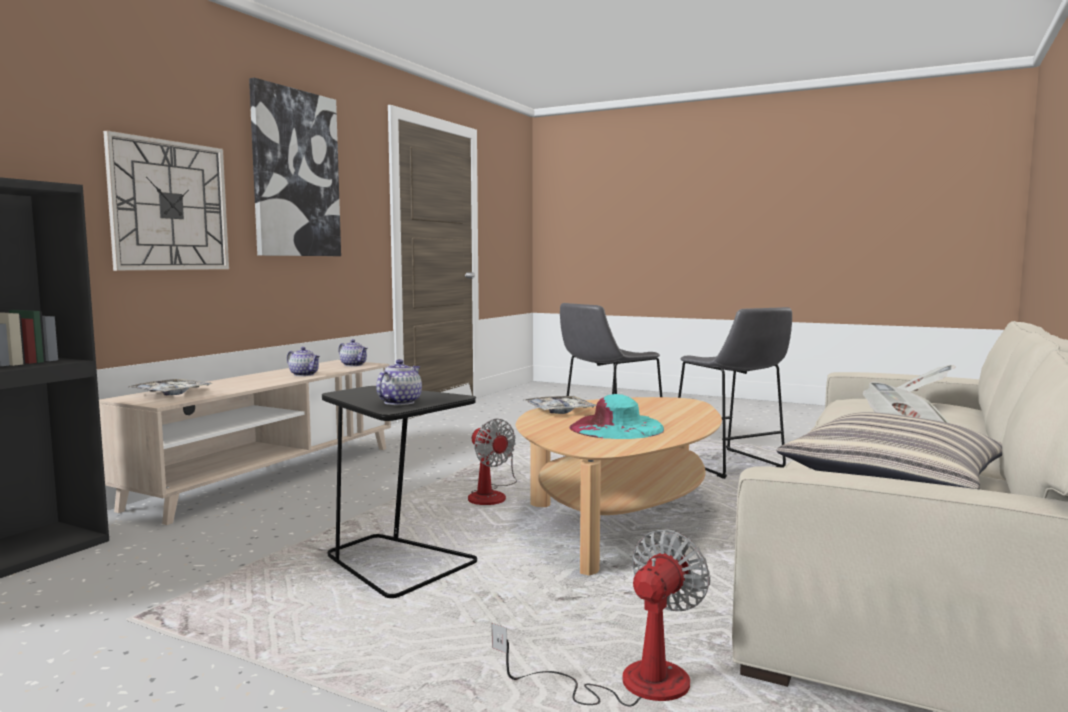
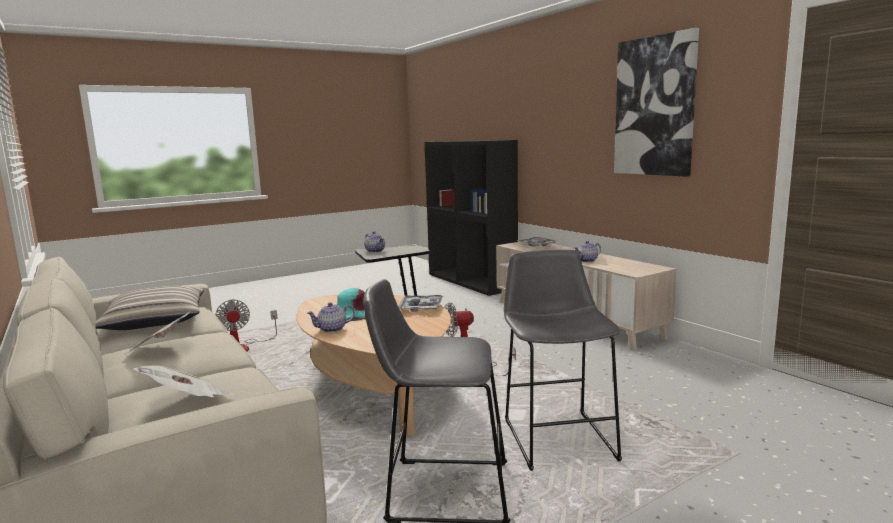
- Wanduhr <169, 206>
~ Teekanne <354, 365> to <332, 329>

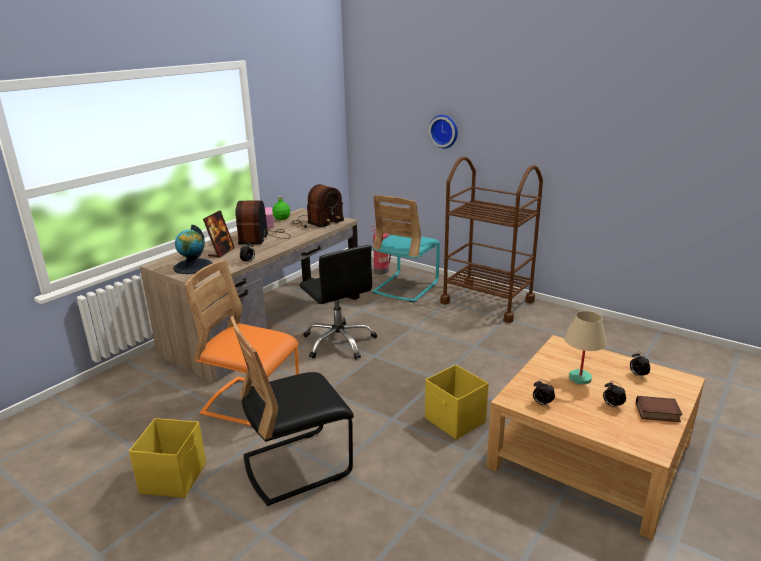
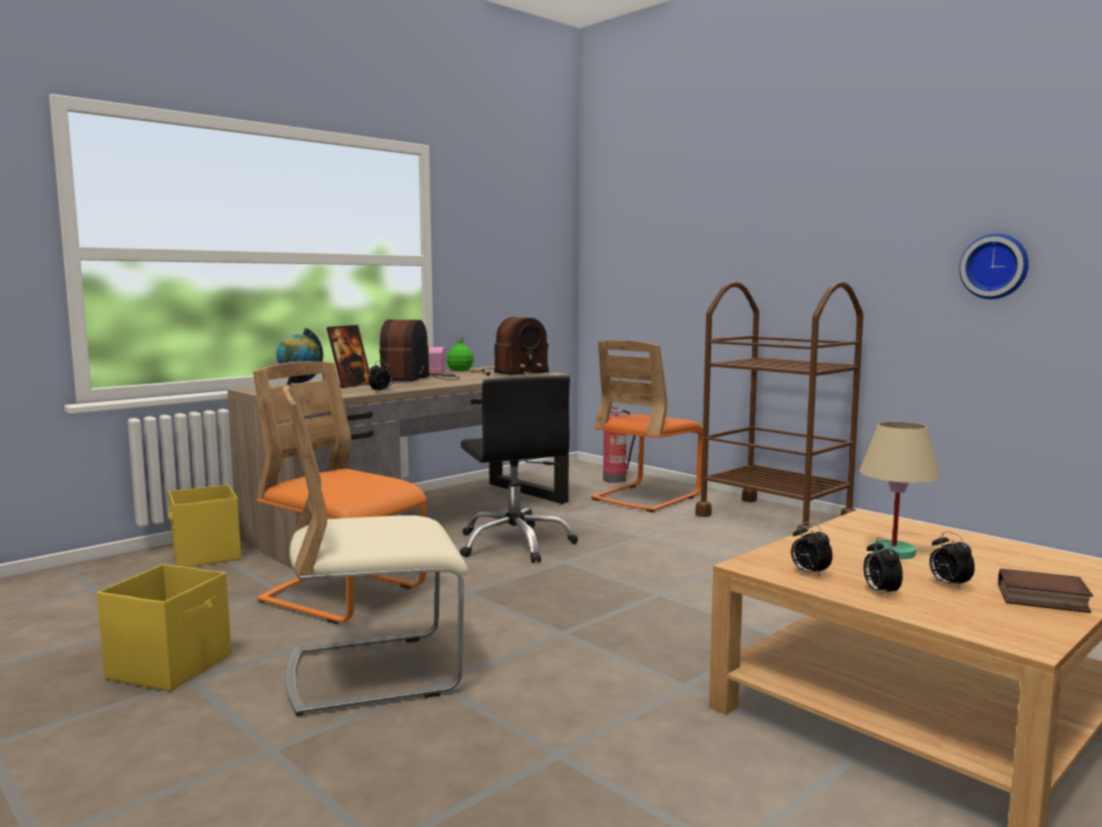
~ Stuhl [schwarz] <297, 465> to Stuhl [beige] <374, 672>
~ Stuhl [türkis] <405, 287> to Stuhl [orange] <646, 497>
~ Aufbewahrungsbox [gelb] <455, 421> to <206, 556>
~ Wanduhr <444, 131> to <995, 266>
~ Wecker <637, 375> to <880, 592>

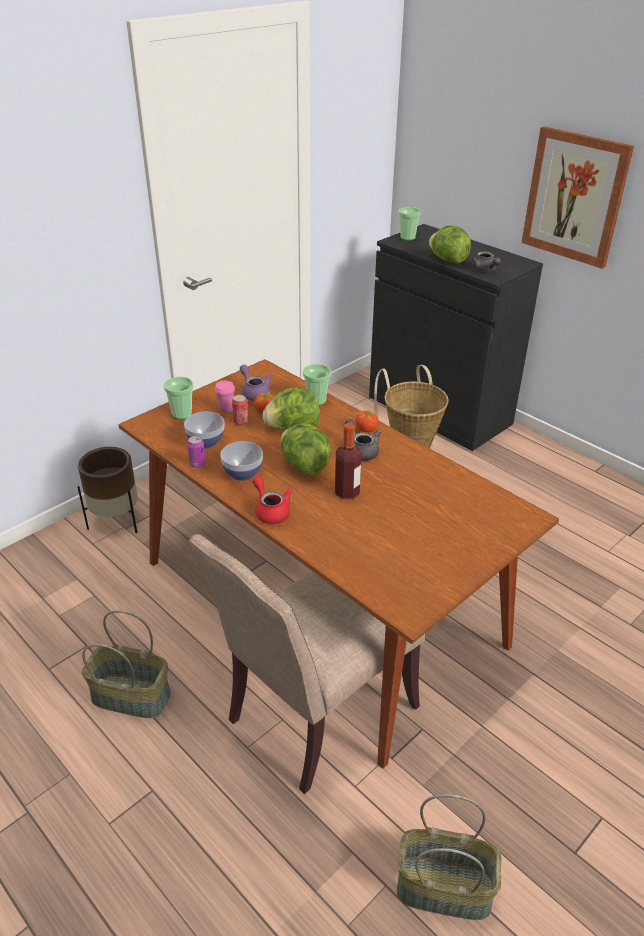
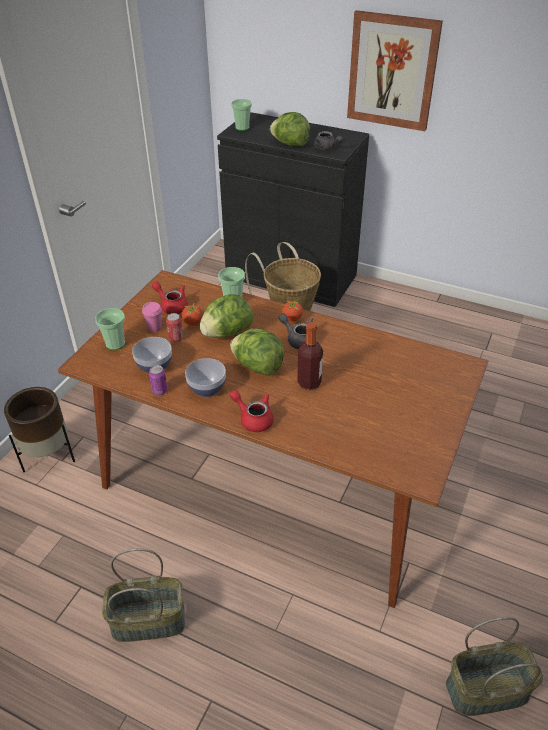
- Stuhl [beige] <314, 715>
~ Teekanne [lila] <254, 392> to Teekanne [rot] <172, 306>

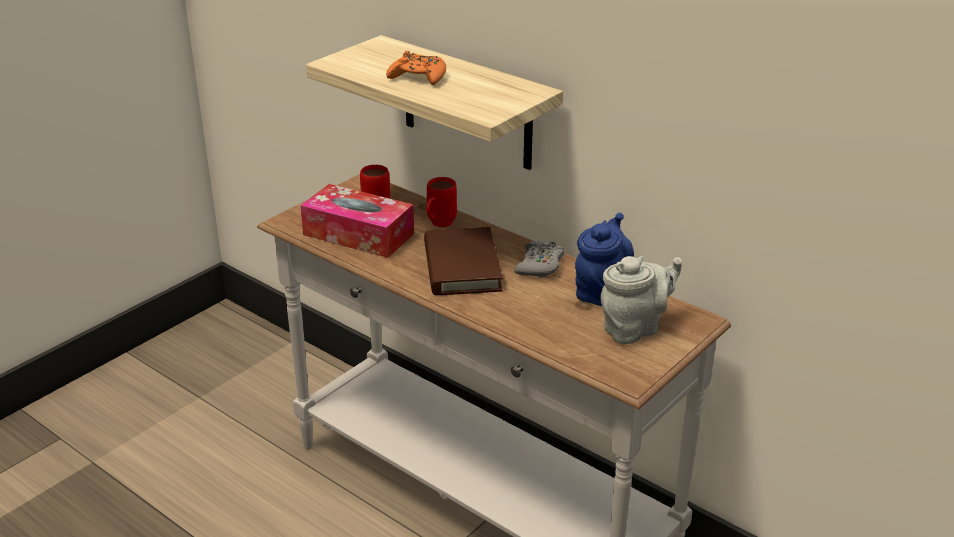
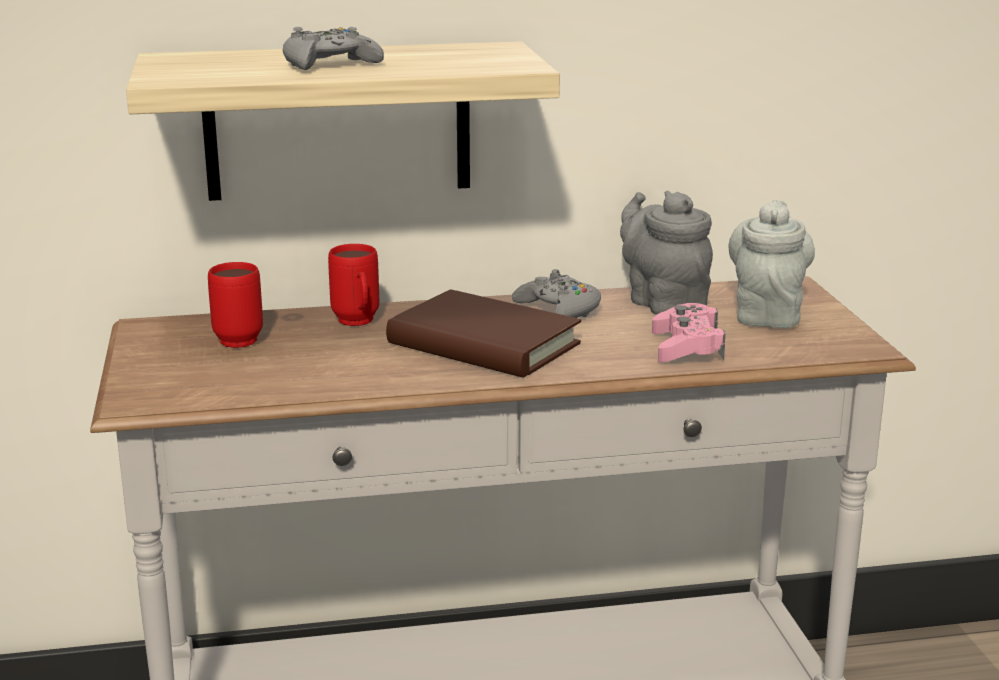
- Taschentuchbox <358, 234>
~ Gamepad [orange] <418, 77> to Gamepad [grau] <330, 64>
~ Teekanne [blau] <600, 290> to Teekanne [grau] <663, 302>
+ Gamepad [rosa] <687, 347>

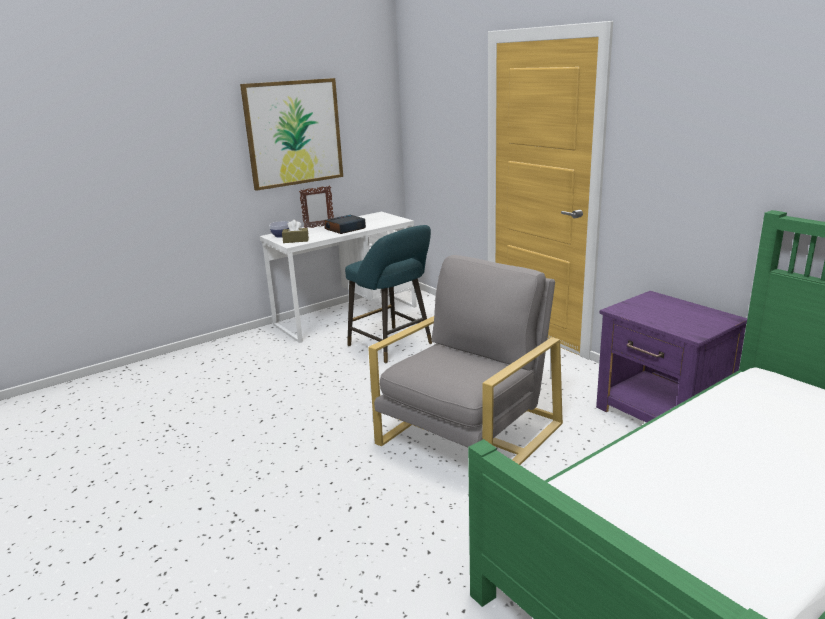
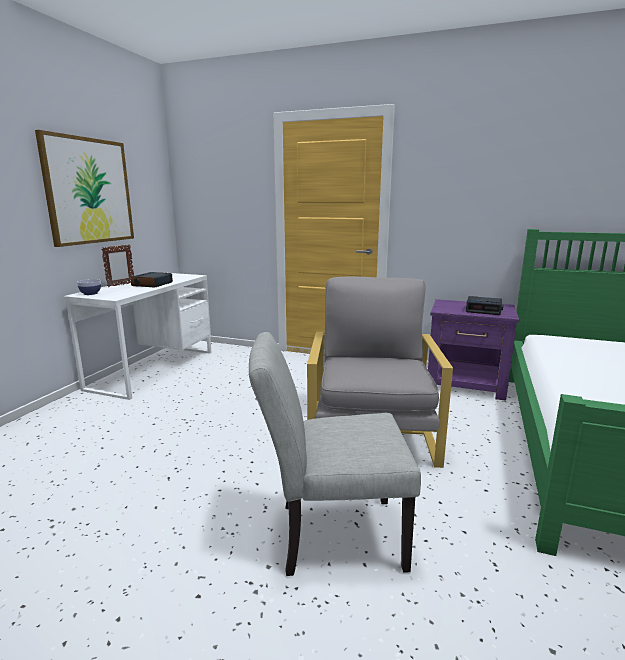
- Taschentuchbox [braun] <296, 240>
- Hocker [türkis] <393, 346>
+ Stuhl [grau] <329, 535>
+ Wecker <483, 310>

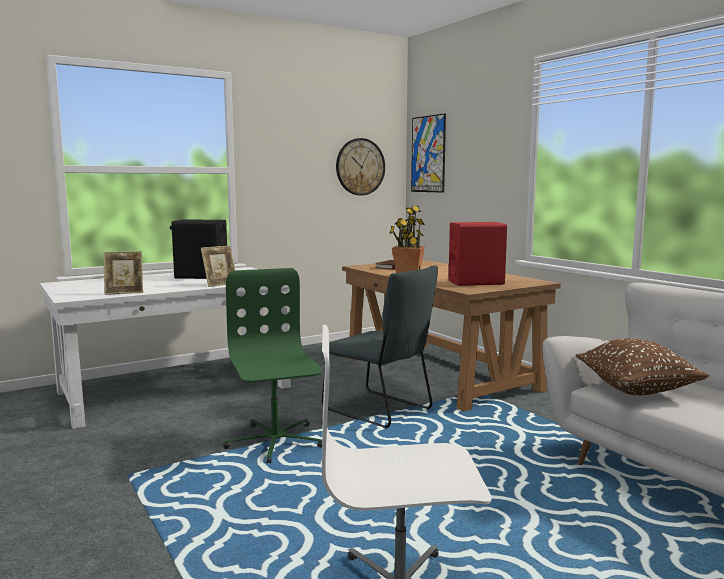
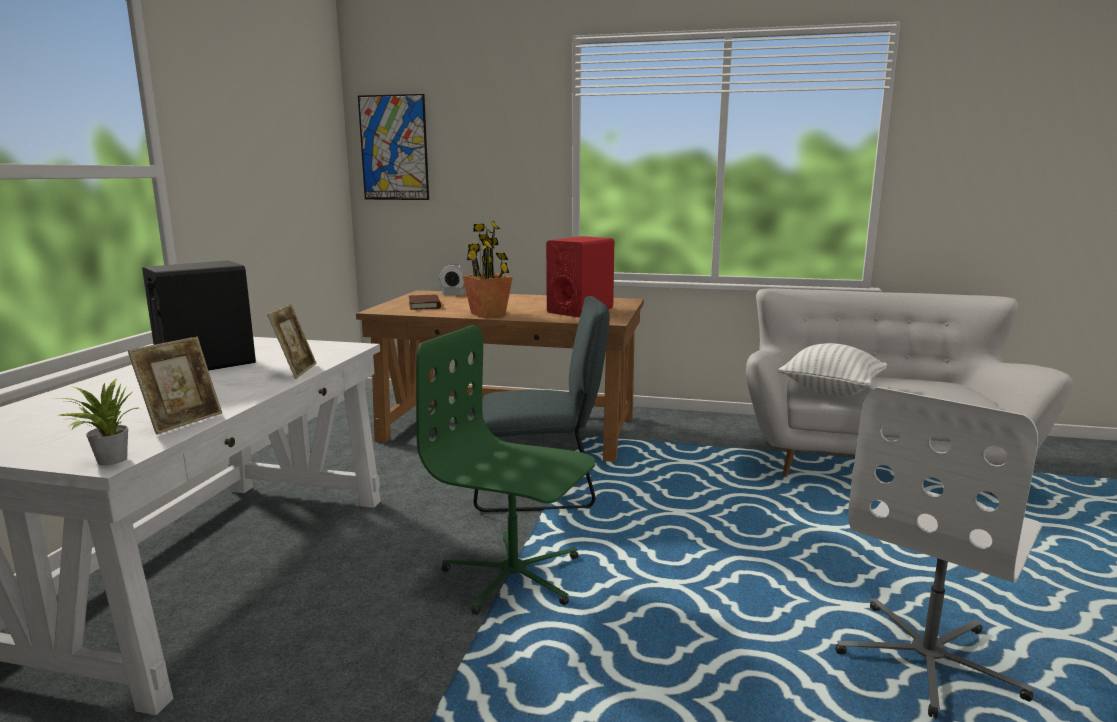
- Wanduhr <360, 167>
~ Kissen [braun] <636, 390> to Kissen [weiß] <831, 391>
+ Topfpflanze <108, 460>
+ Wecker <454, 294>

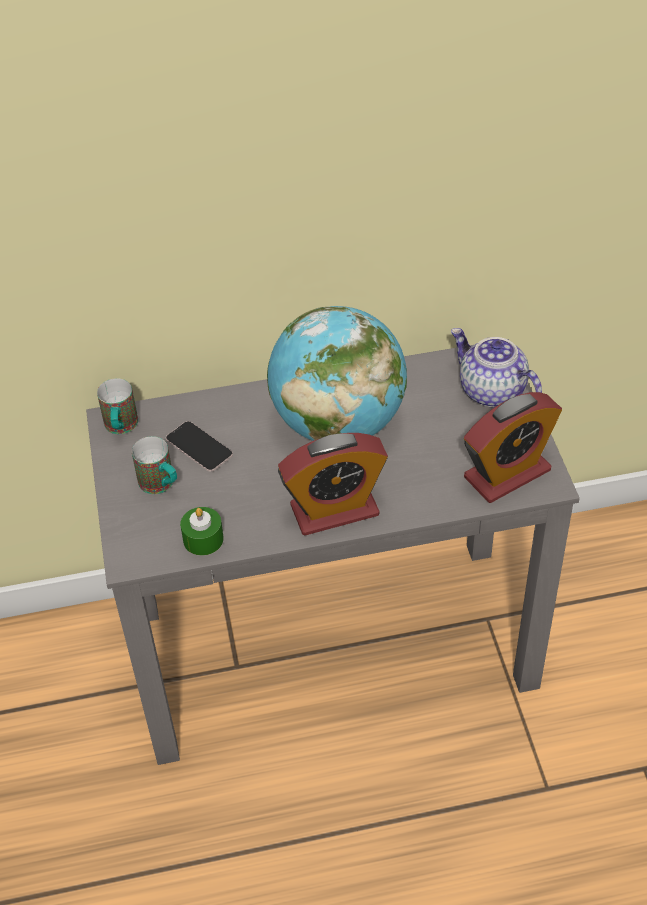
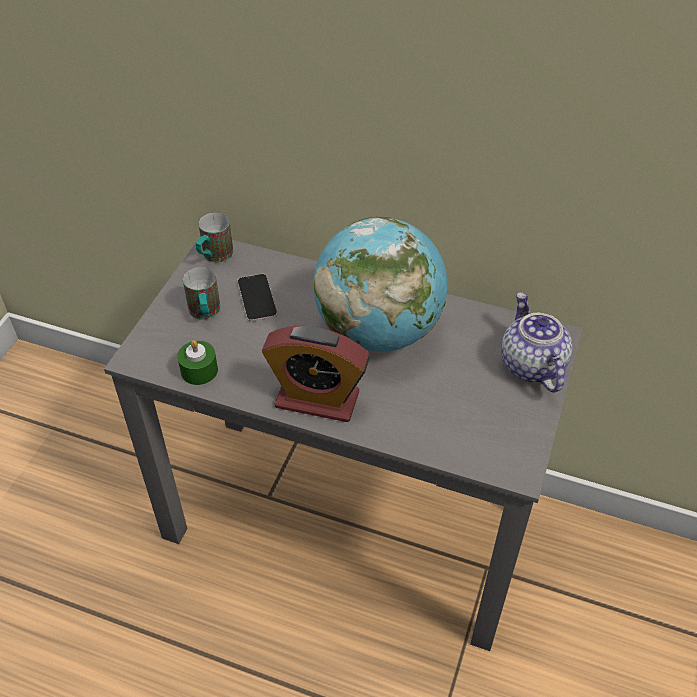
- Wecker <507, 474>

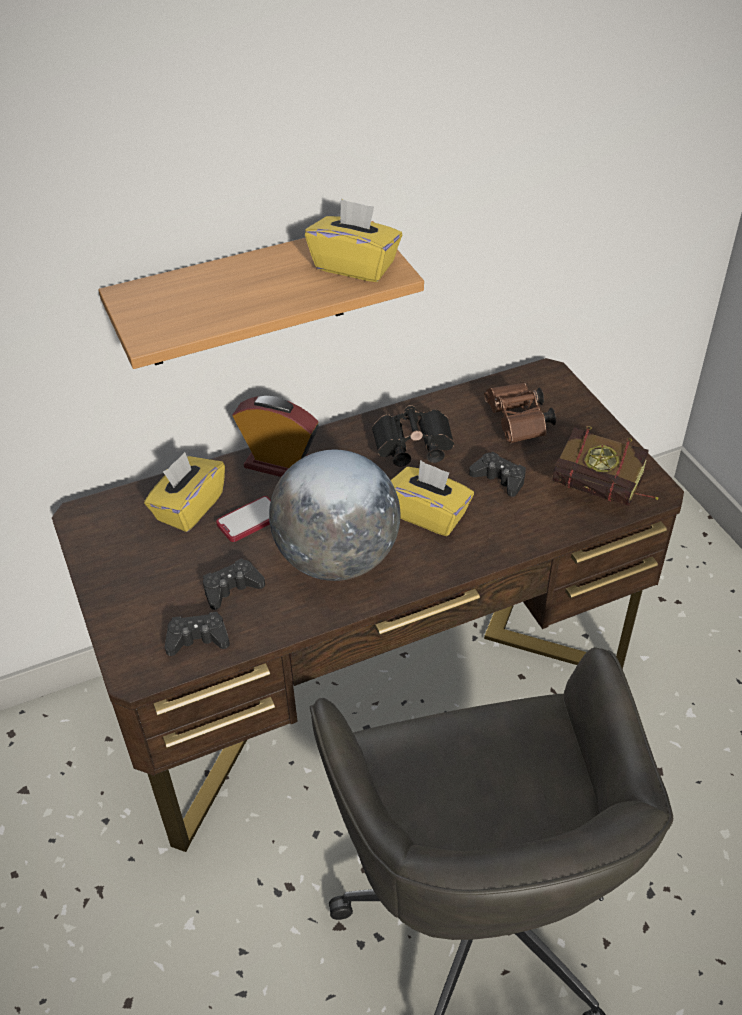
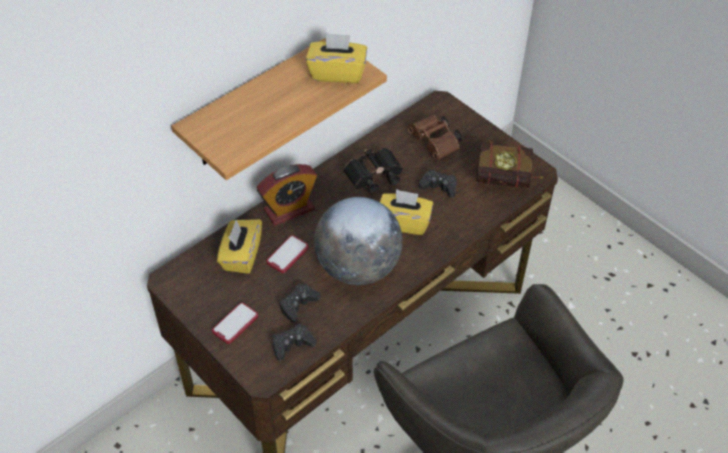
~ Wecker <280, 464> = <289, 209> 150 degrees clockwise
+ Handy <235, 324>

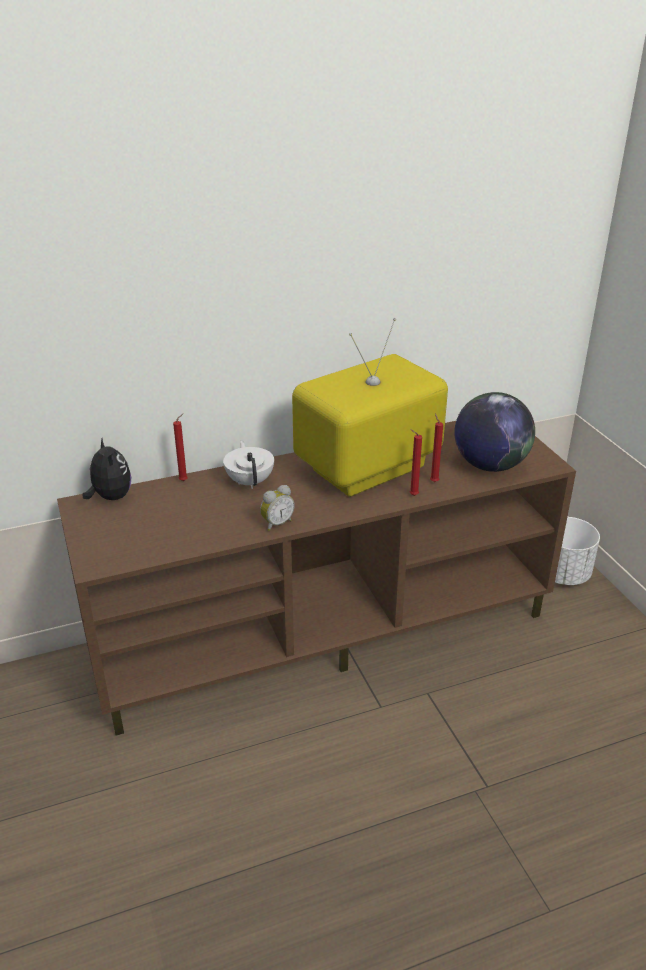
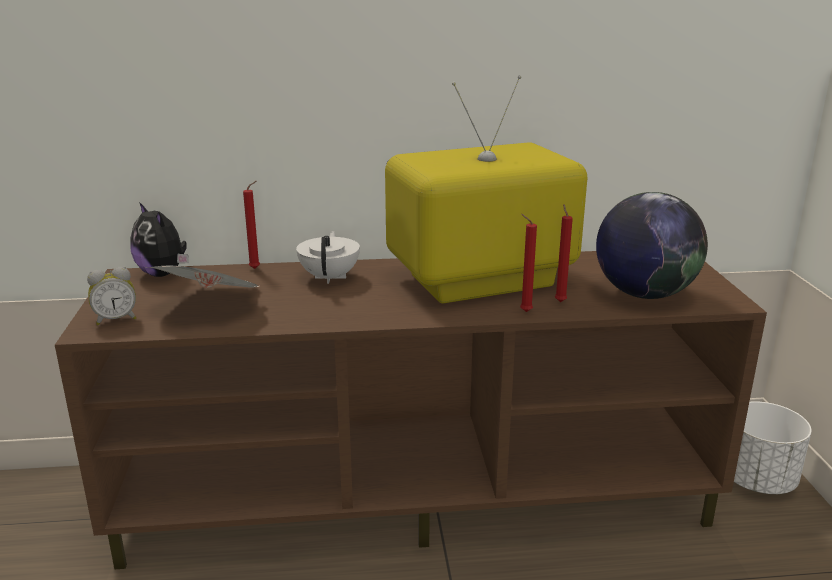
~ Plüschtier <110, 497> = <163, 274> 150 degrees clockwise
~ Wecker <276, 523> to <116, 319>
+ Zeitung <213, 305>

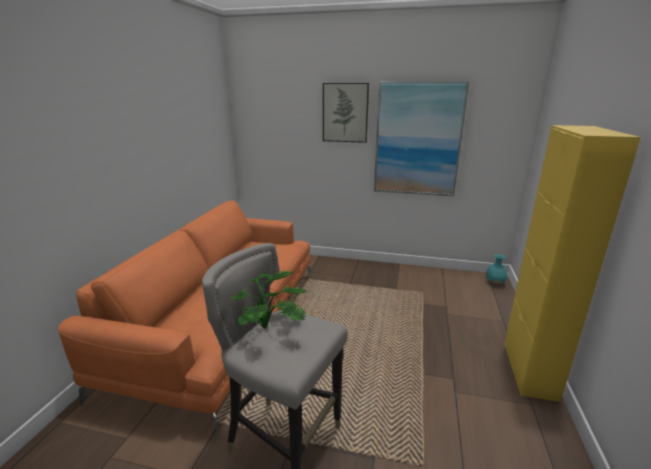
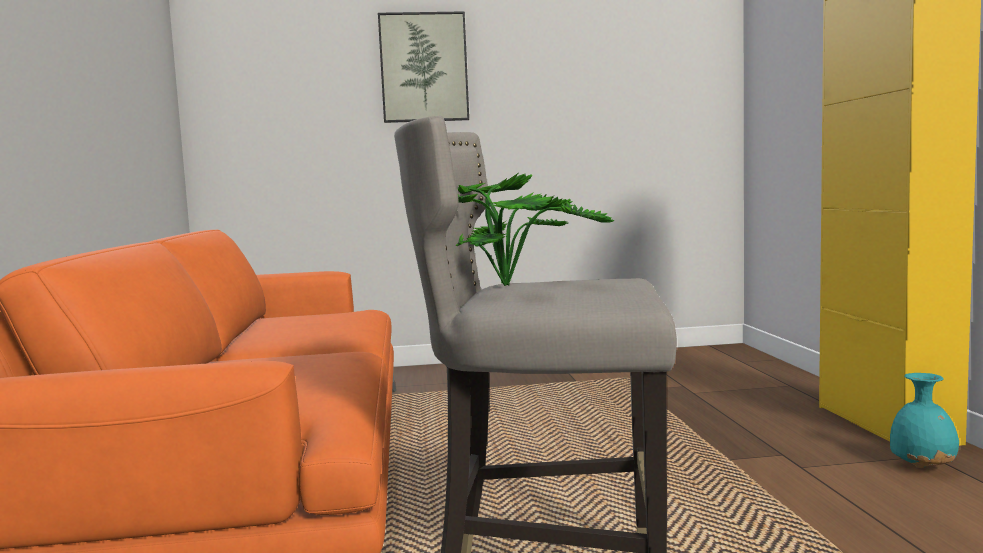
- Bild <417, 140>
~ Vase [türkis] <495, 283> to <923, 467>

